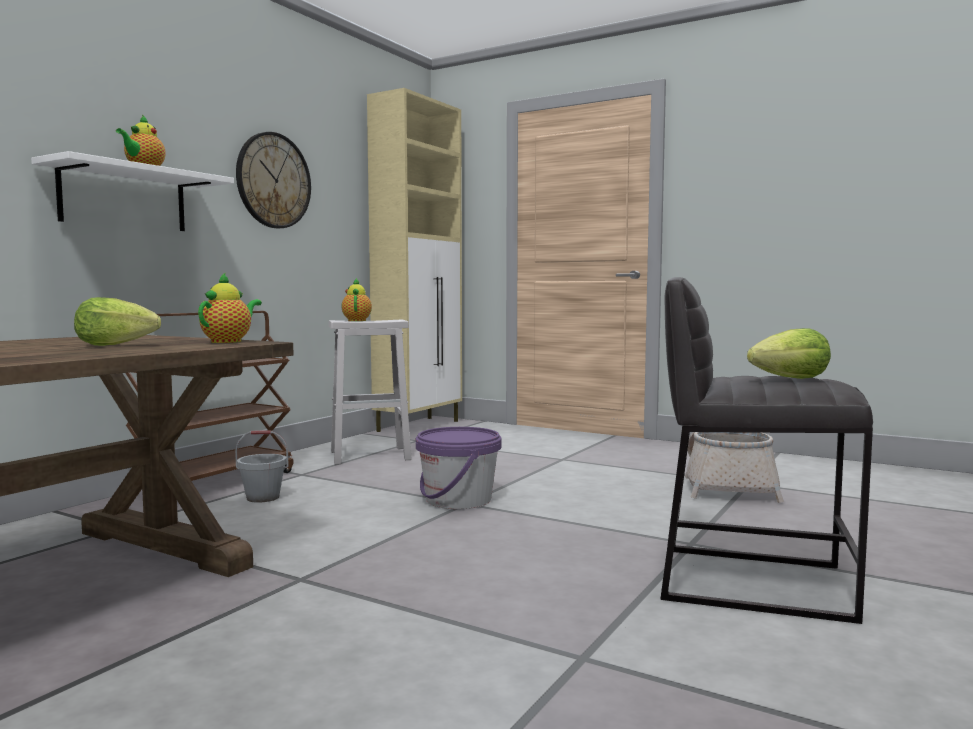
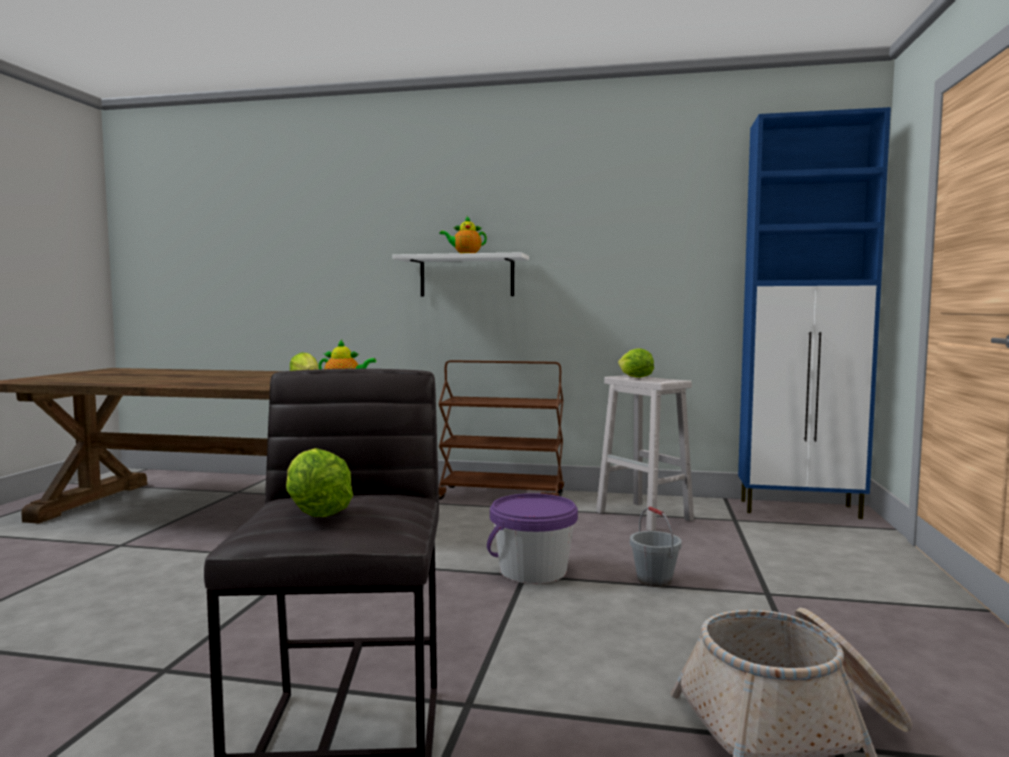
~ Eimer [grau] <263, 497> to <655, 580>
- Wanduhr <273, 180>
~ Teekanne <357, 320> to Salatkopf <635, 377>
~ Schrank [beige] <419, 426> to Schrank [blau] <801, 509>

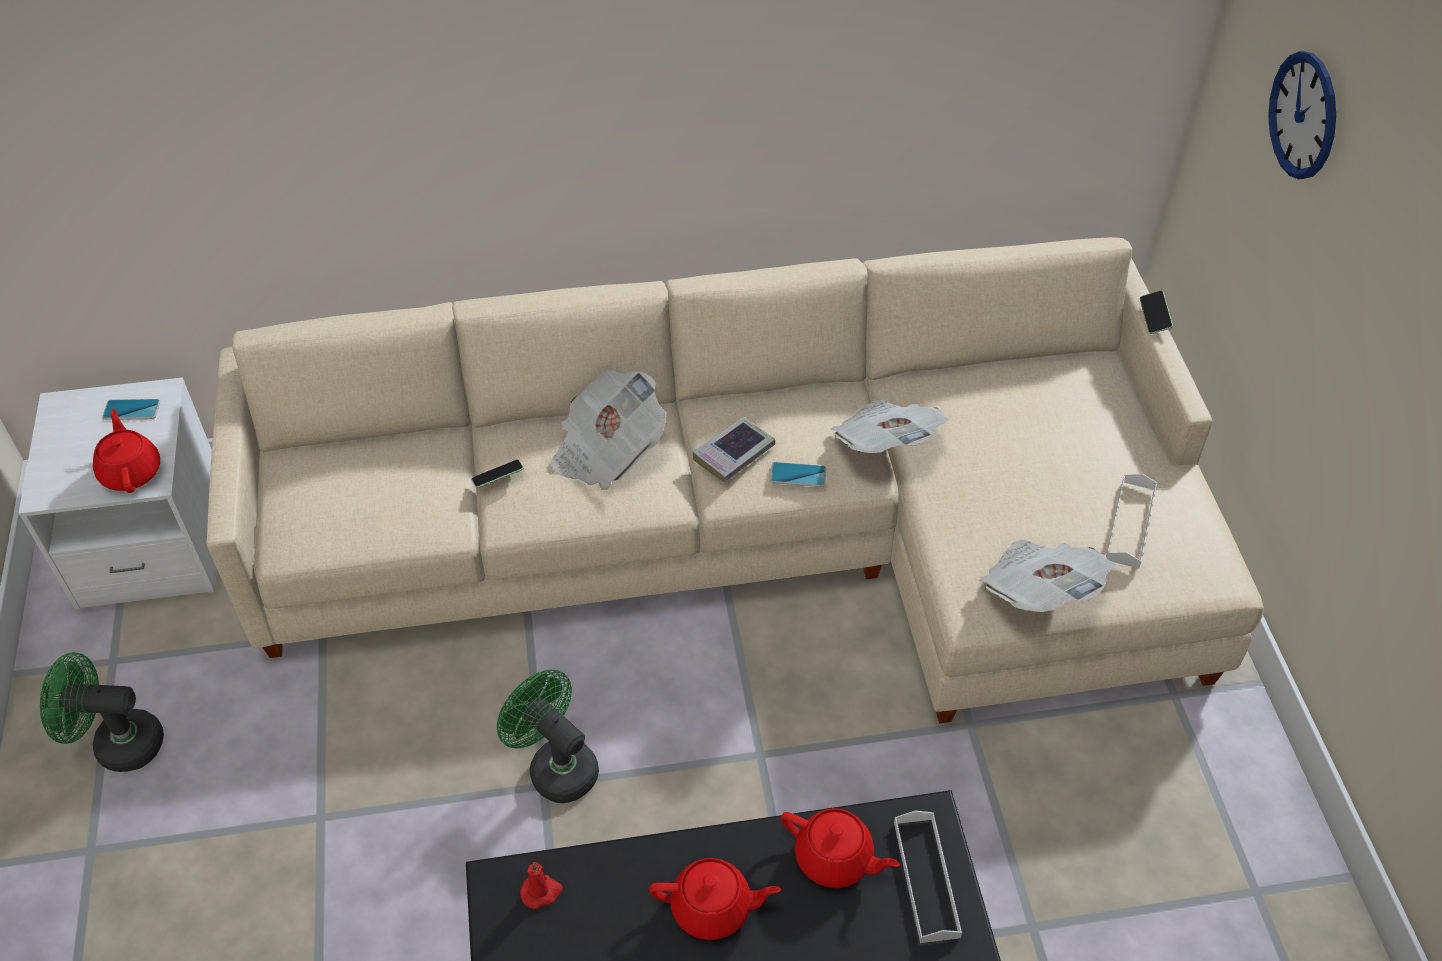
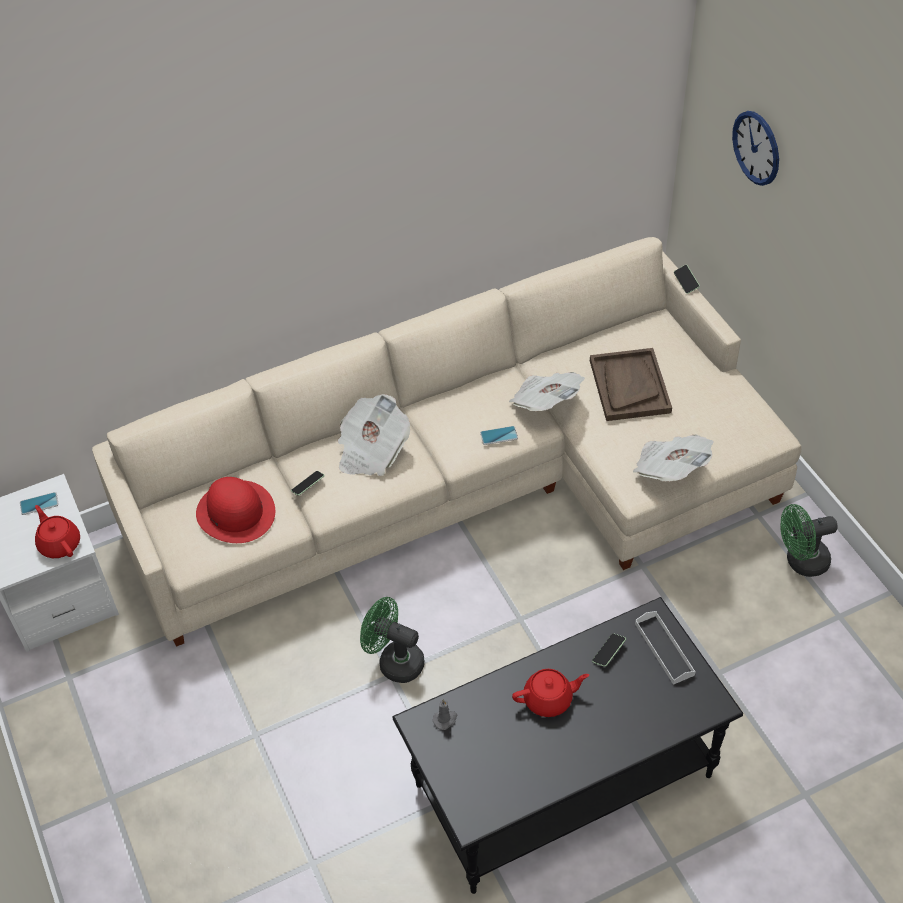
~ Ventilator [grün] <118, 743> to <800, 562>
~ Kerze [rot] <542, 892> to Kerze [grau] <445, 719>
- Buch <734, 454>
~ Teekanne [rot] <835, 858> to Handy <608, 653>
- Tablett [weiß] <1130, 524>
+ Hut [rot] <236, 512>
+ Tablett [braun] <629, 386>

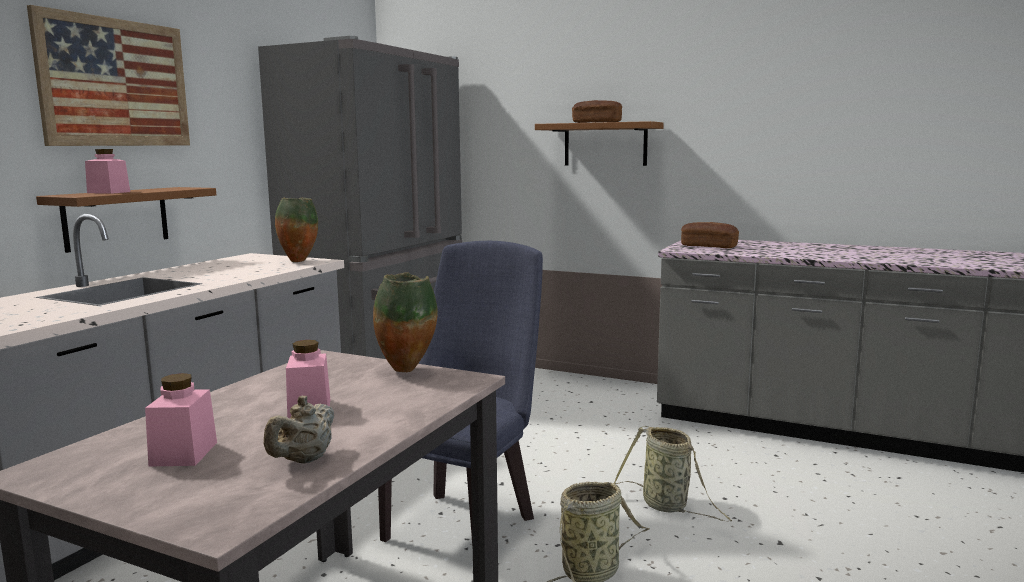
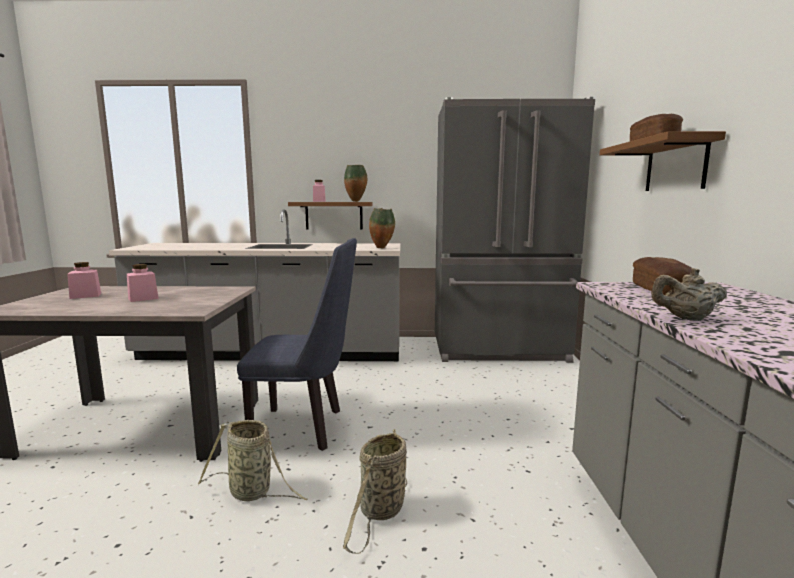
- Bild <115, 83>
~ Teekanne [beige] <304, 460> to <686, 319>
~ Vase <407, 371> to <356, 201>

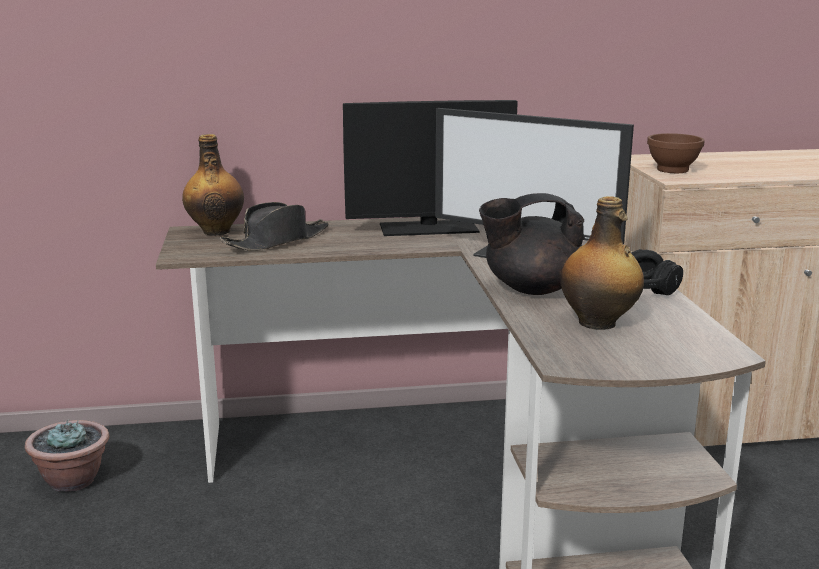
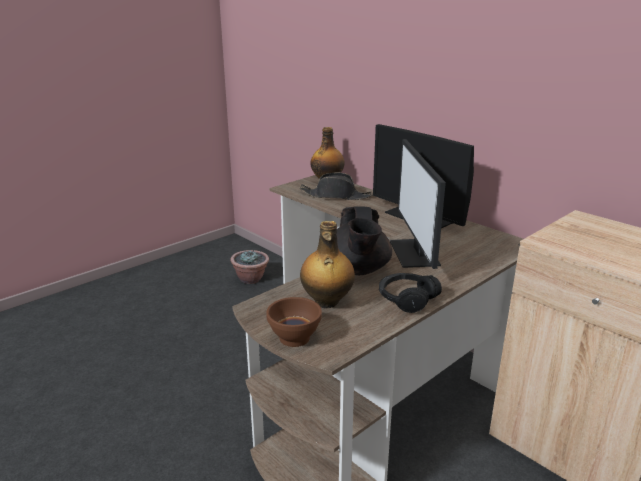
~ Teekanne [schwarz] <531, 289> = <357, 270> 135 degrees counterclockwise
~ Schüssel [braun] <672, 170> to <295, 338>

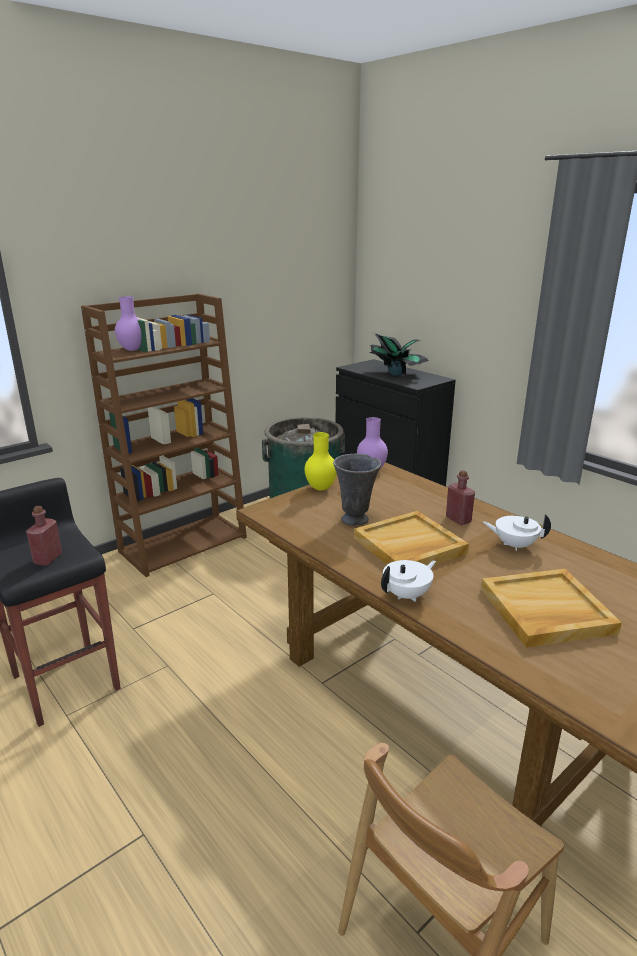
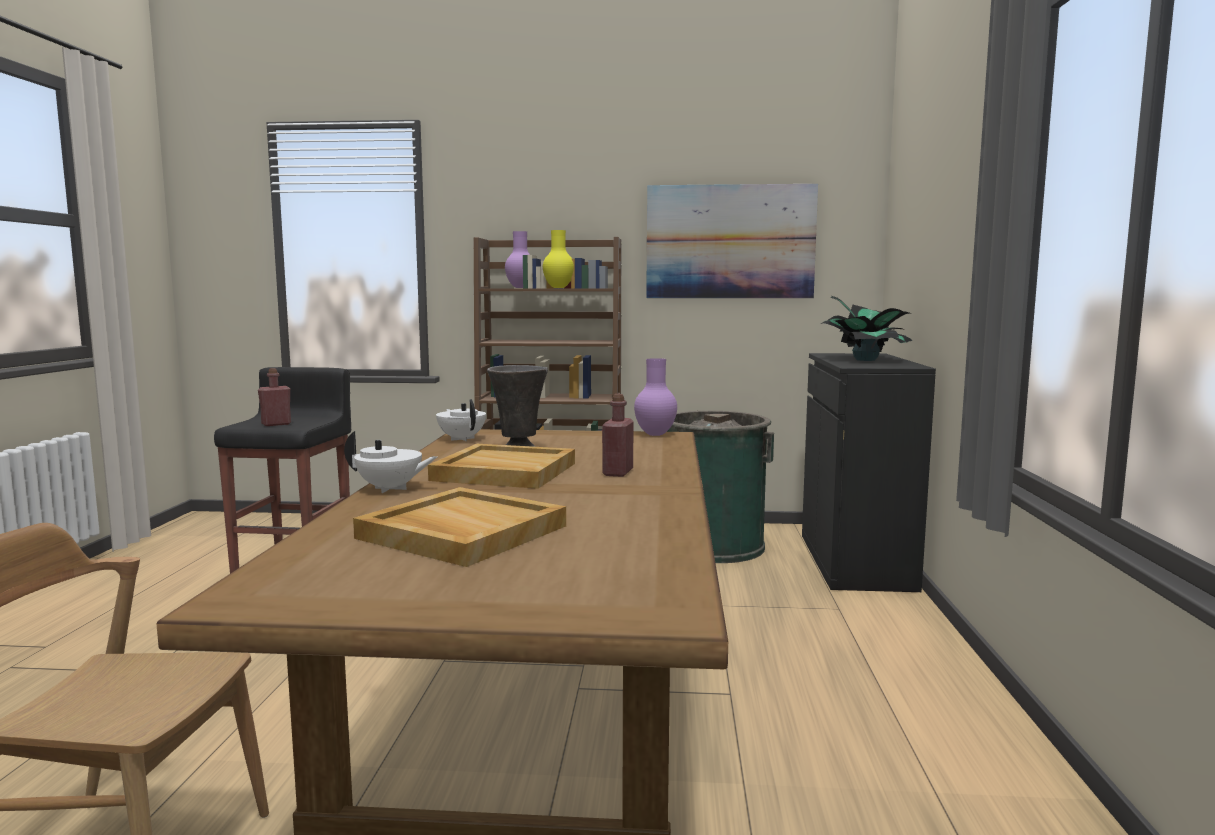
~ Vase [gelb] <321, 488> to <558, 288>
~ Teekanne [weiß] <514, 545> to <462, 439>
+ Bild <730, 242>

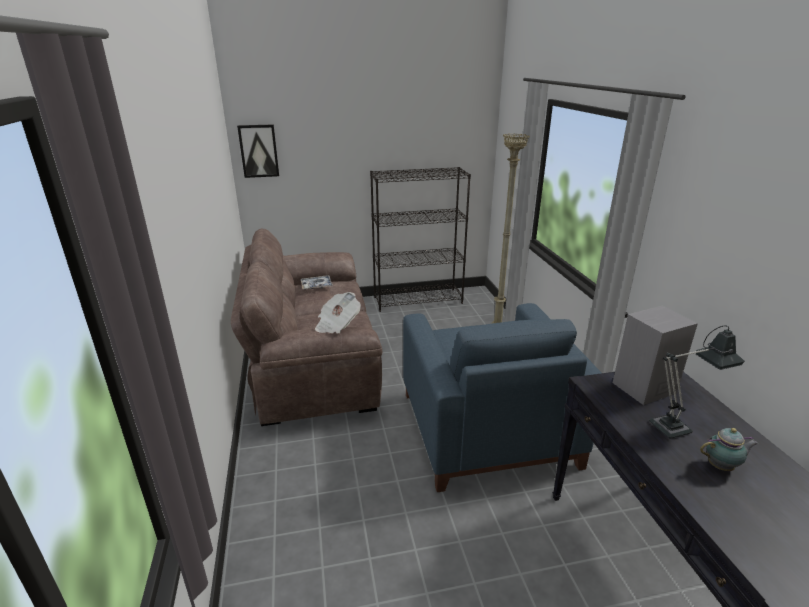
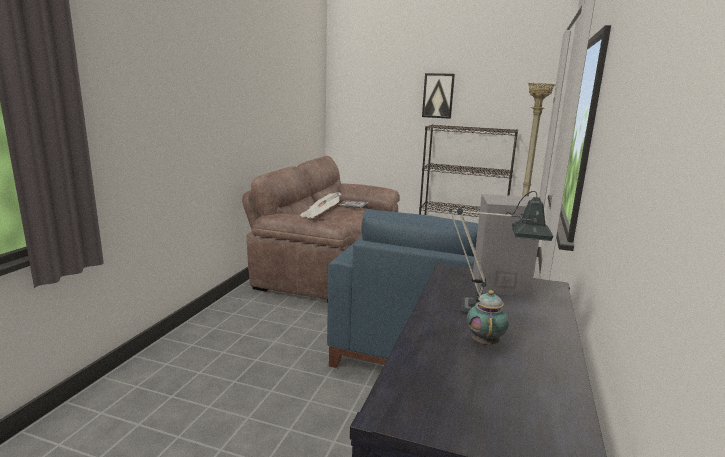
~ Bild <259, 151> to <438, 95>
~ Teekanne <722, 466> = <485, 341> 105 degrees counterclockwise

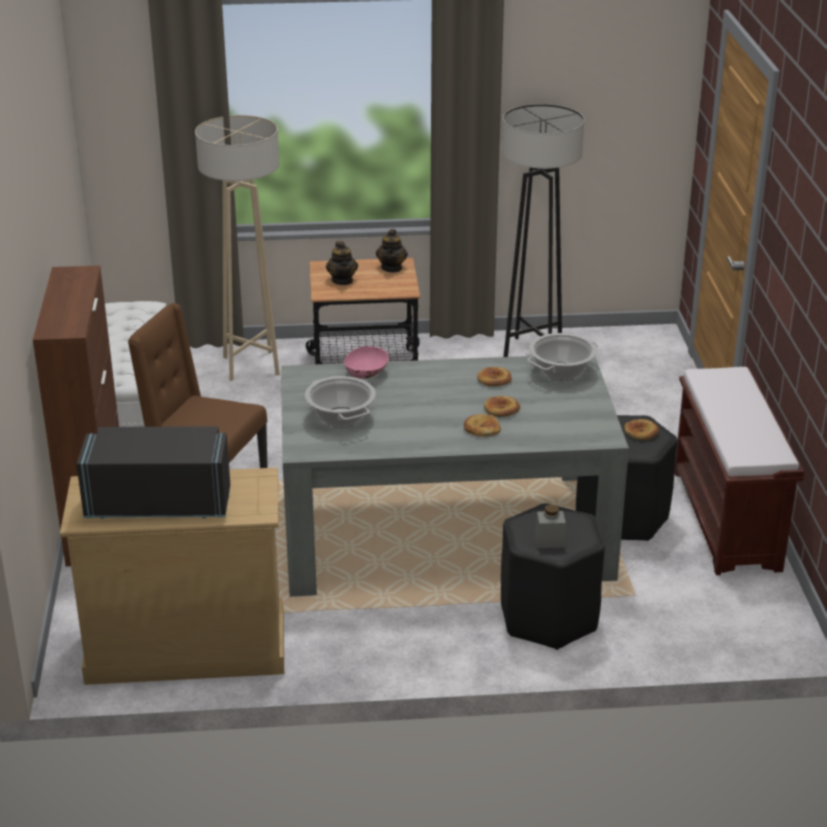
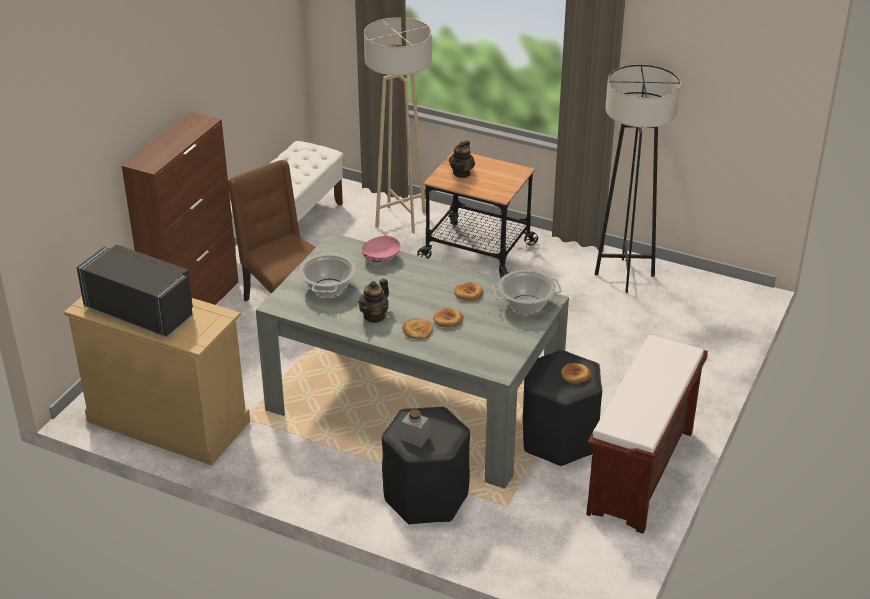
~ Teekanne <392, 268> to <374, 316>

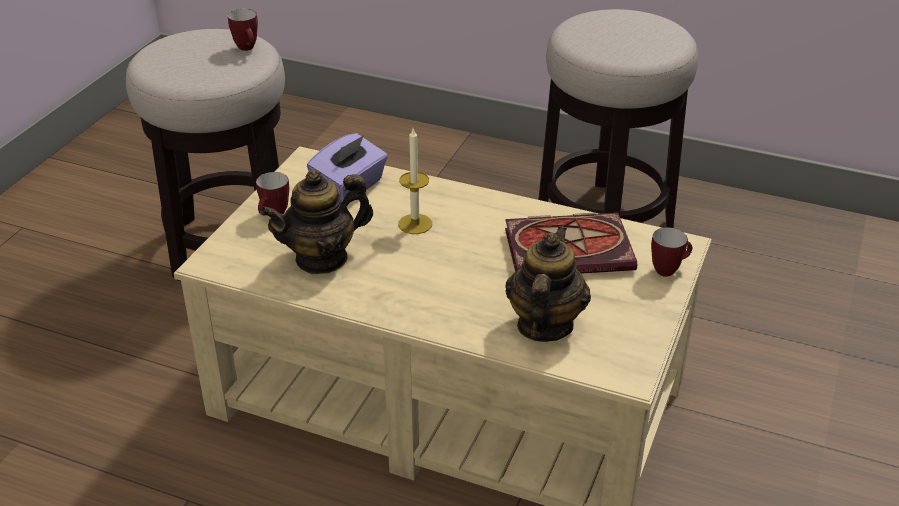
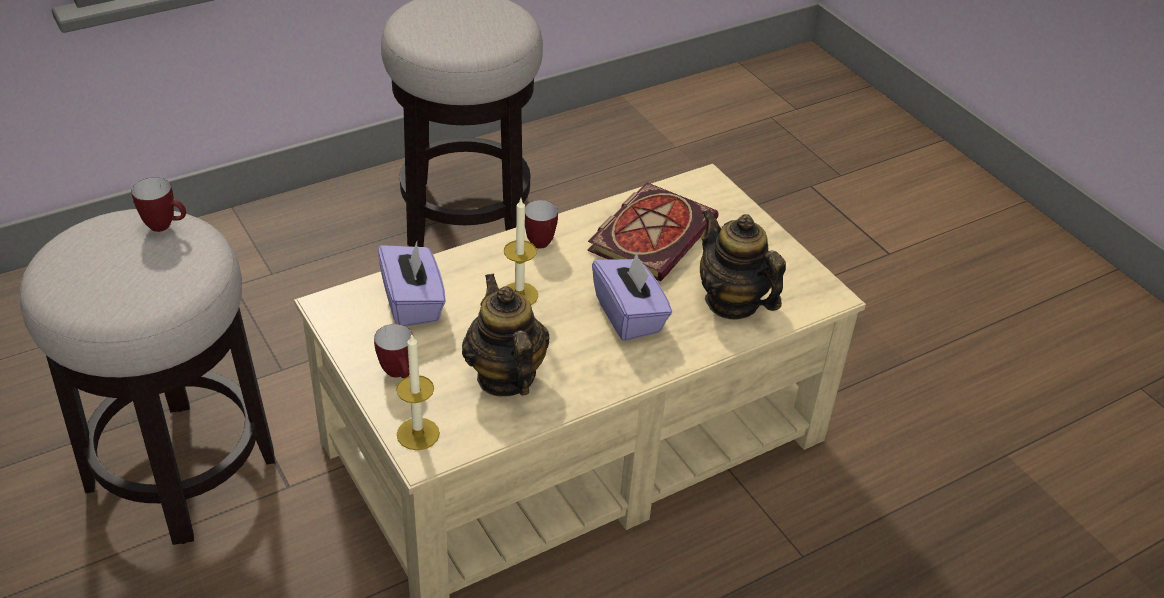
~ Teekanne <322, 258> = <505, 376> 150 degrees clockwise
~ Henkelbecher <669, 270> to <540, 240>
+ Kerze <418, 434>
+ Taschentuchbox [lila] <629, 315>

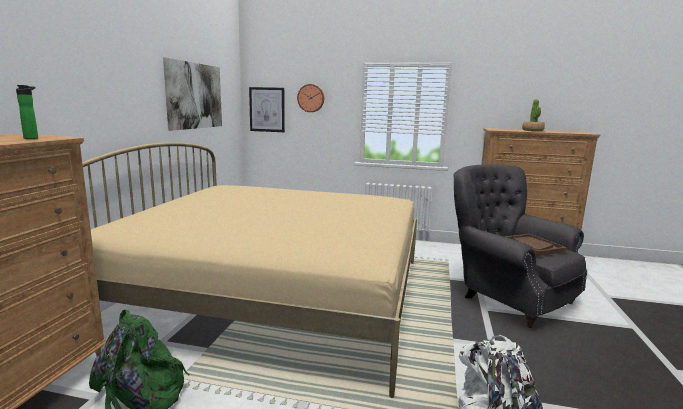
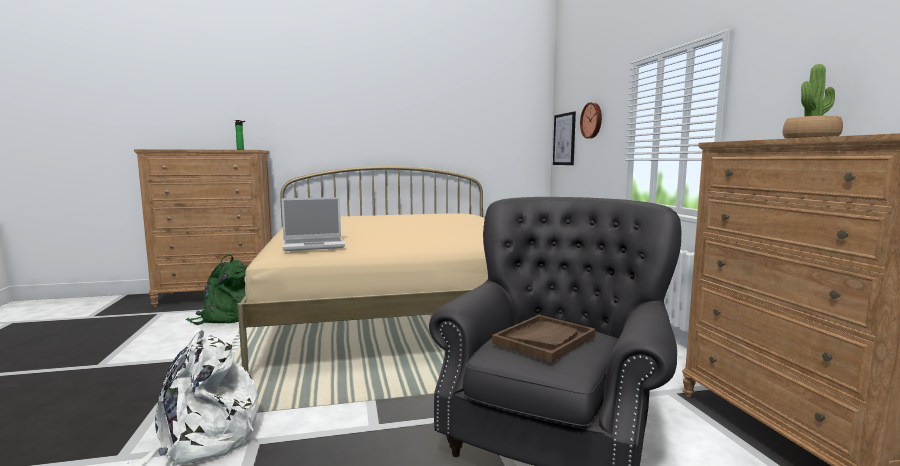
- Bild <195, 96>
+ Laptop <314, 245>

